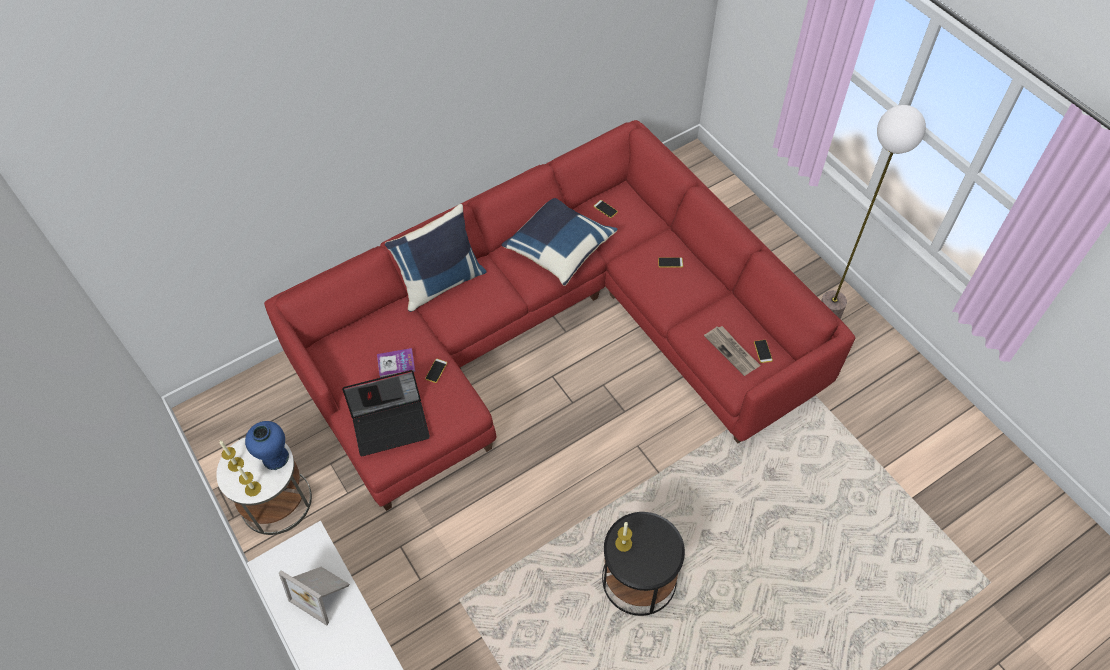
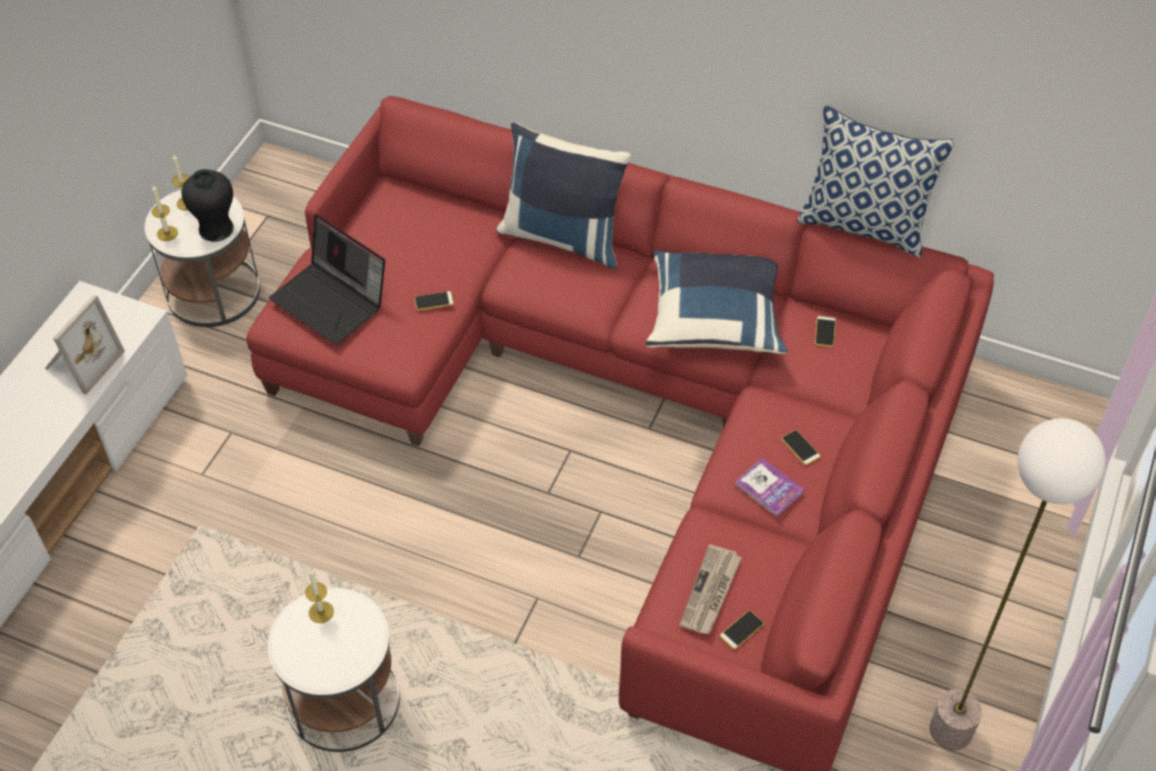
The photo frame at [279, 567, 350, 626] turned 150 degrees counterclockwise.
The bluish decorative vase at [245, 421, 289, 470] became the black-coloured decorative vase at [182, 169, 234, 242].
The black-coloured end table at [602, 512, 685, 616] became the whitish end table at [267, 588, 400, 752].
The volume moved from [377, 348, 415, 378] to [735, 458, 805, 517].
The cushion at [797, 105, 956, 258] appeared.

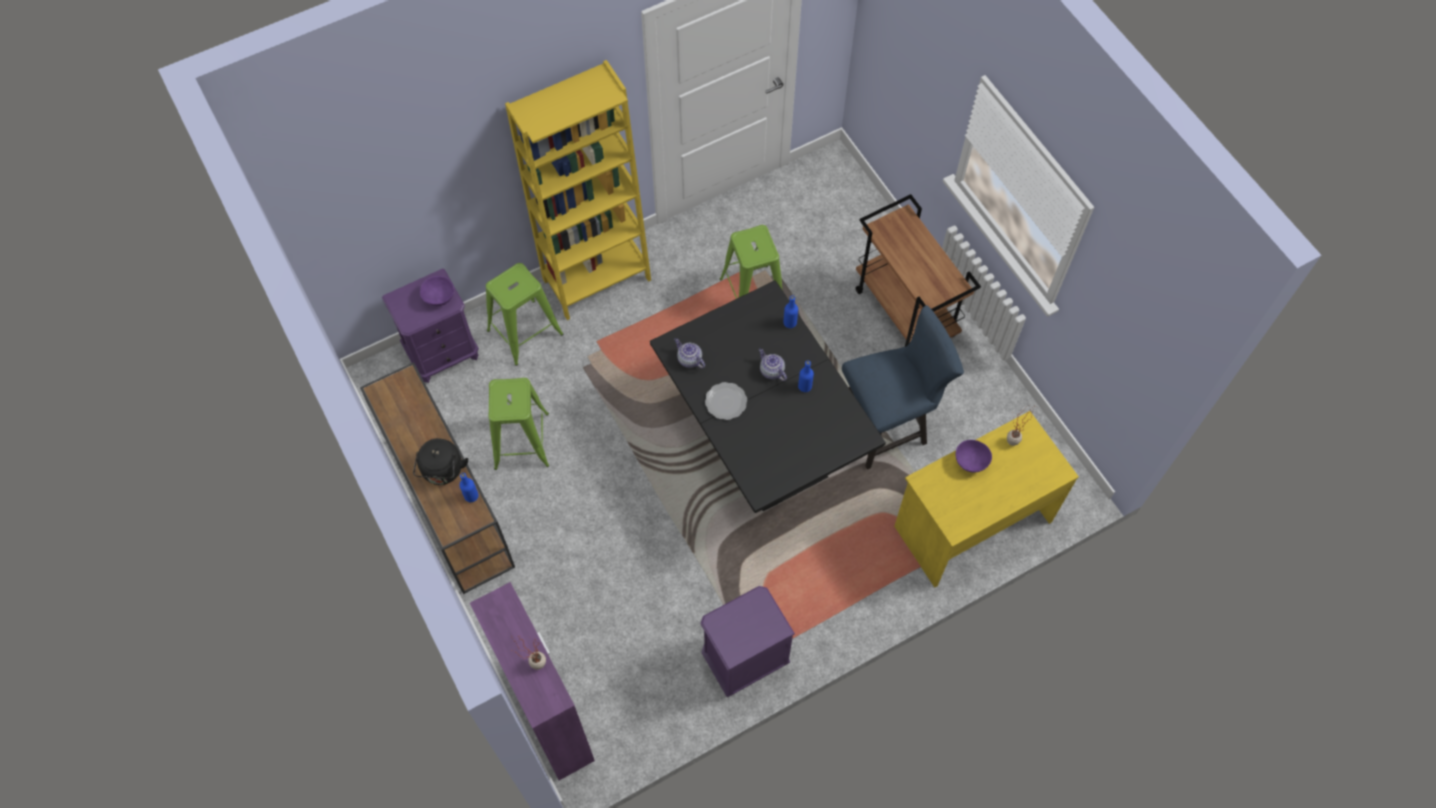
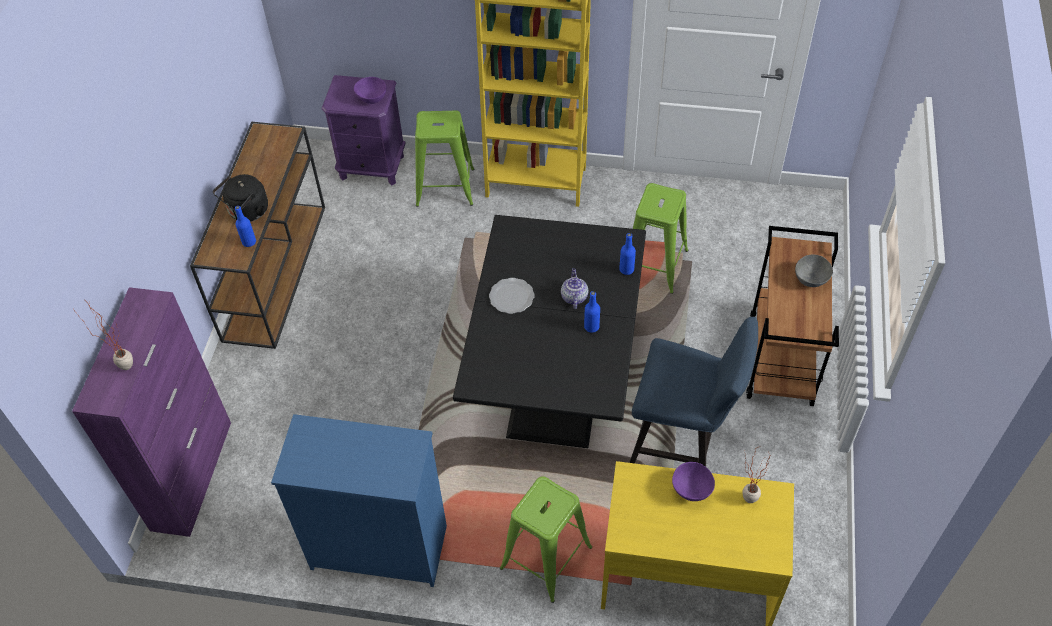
The purple bedside table at [700, 586, 795, 698] was replaced by the bluish drawer chest at [271, 414, 447, 587].
The green stool moved from [488, 378, 549, 470] to [500, 476, 592, 603].
The grey bowl at [795, 254, 833, 287] appeared.
The pot for tea at [674, 338, 705, 368] disappeared.

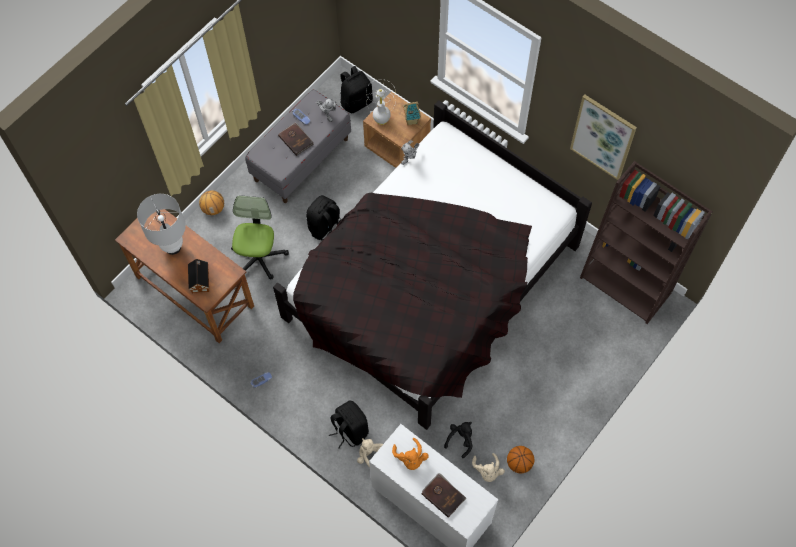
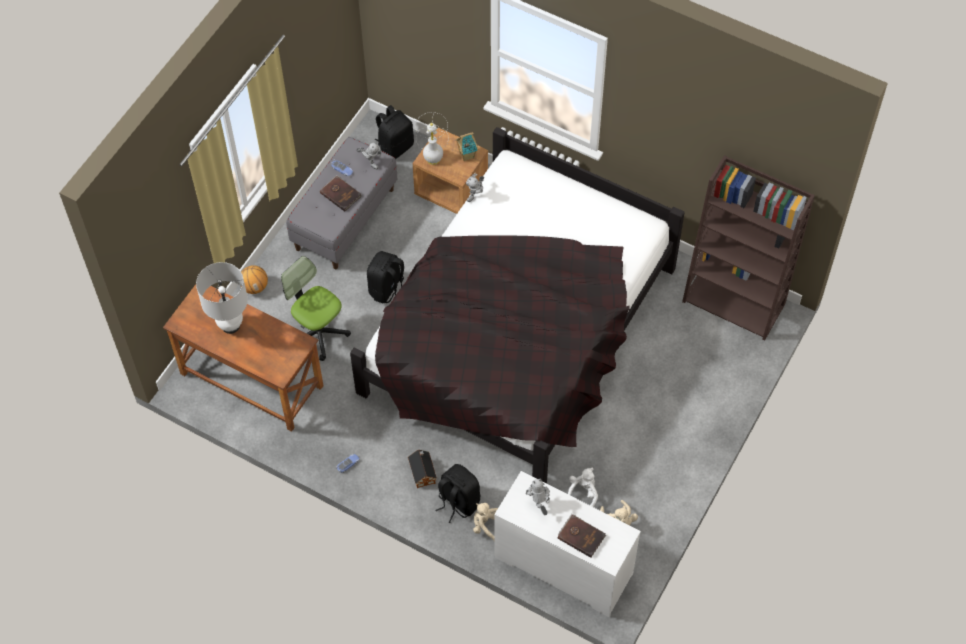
The computer chair at [231, 195, 289, 280] turned 45 degrees counterclockwise.
The model house moved from [188, 259, 209, 293] to [408, 450, 437, 488].
The orange-coloured plush toy at [392, 438, 429, 470] was replaced by the model robot at [526, 479, 550, 515].
The black-coloured plush toy at [444, 422, 473, 458] became the whitish plush toy at [568, 468, 598, 507].
The basketball at [507, 446, 534, 473] disappeared.
The wall art at [570, 94, 637, 180] disappeared.

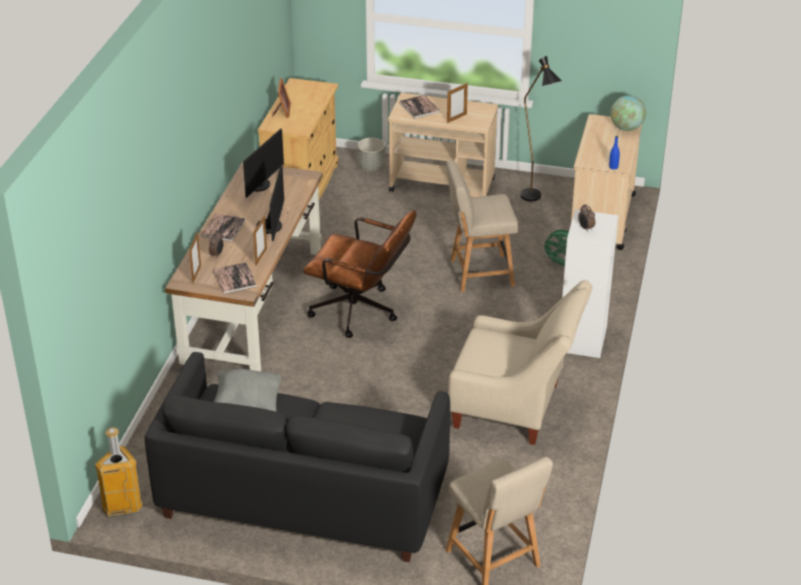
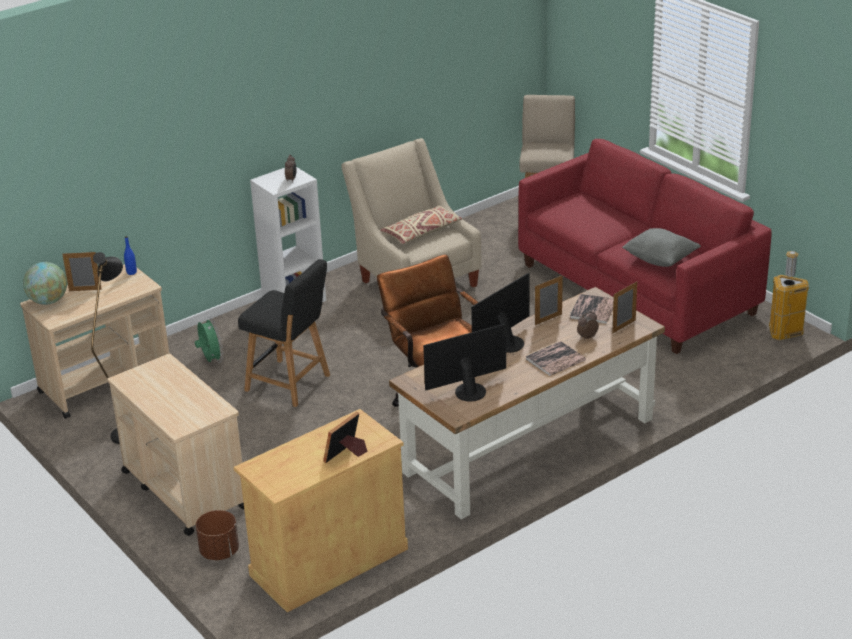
The photo frame moved from [447, 83, 468, 123] to [62, 252, 102, 291].
The grey plant pot at [358, 138, 385, 171] became the brown plant pot at [196, 510, 239, 560].
The beige upright chair at [446, 160, 518, 292] became the black-coloured upright chair at [238, 259, 330, 407].
The beige cushion at [380, 205, 463, 244] appeared.
The black-coloured sofa at [145, 352, 450, 562] became the reddish sofa at [518, 139, 772, 354].
The volume at [399, 95, 441, 119] disappeared.

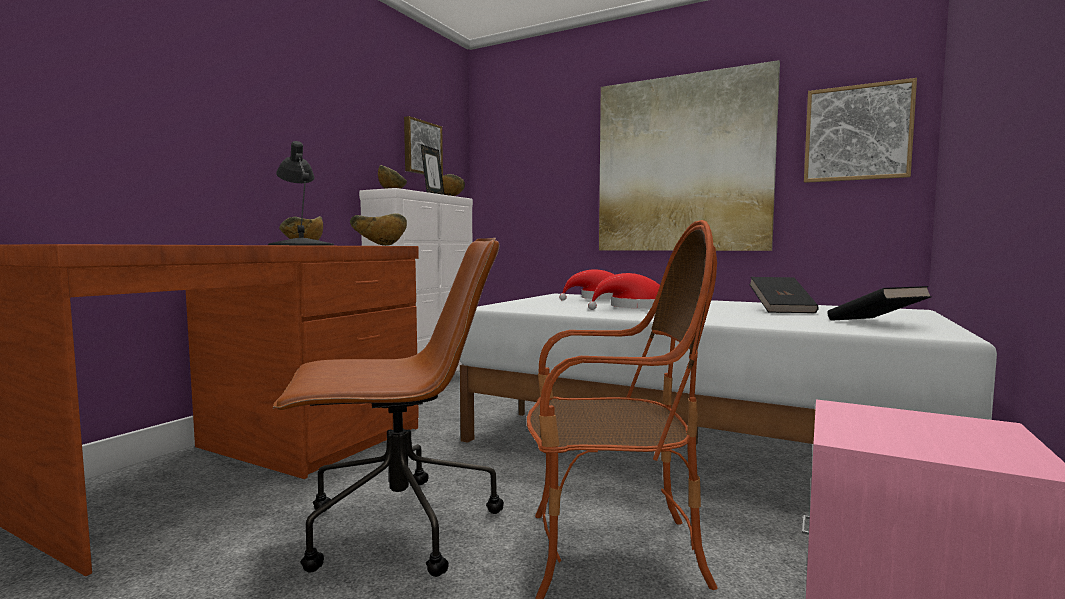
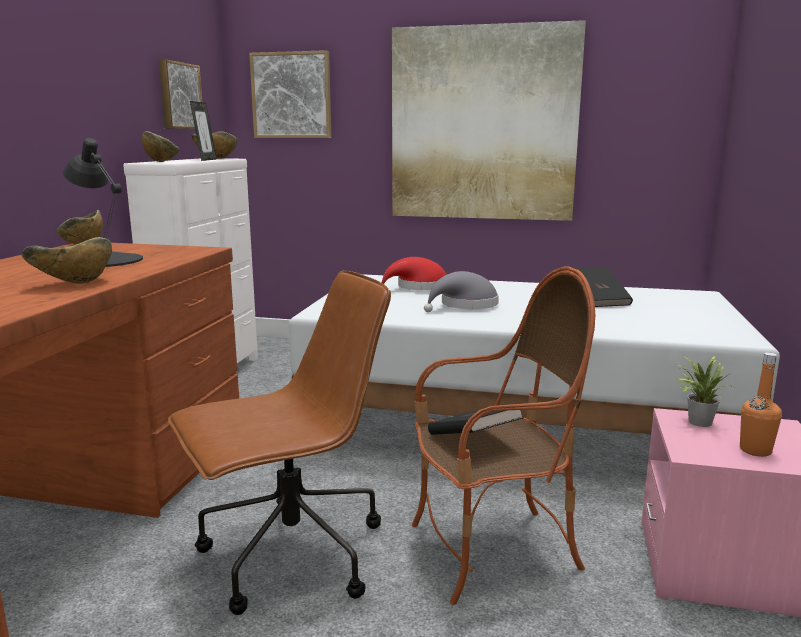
The bowl moved from [350, 213, 407, 246] to [21, 237, 112, 284].
The wall art moved from [804, 78, 917, 183] to [249, 50, 331, 138].
The reddish clothing hat at [588, 273, 660, 310] became the grey clothing hat at [424, 271, 499, 312].
The black-coloured volume moved from [828, 286, 932, 321] to [428, 410, 524, 435].
The houseplant at [674, 355, 733, 427] appeared.
The orange-coloured drink bottle at [740, 352, 782, 457] appeared.

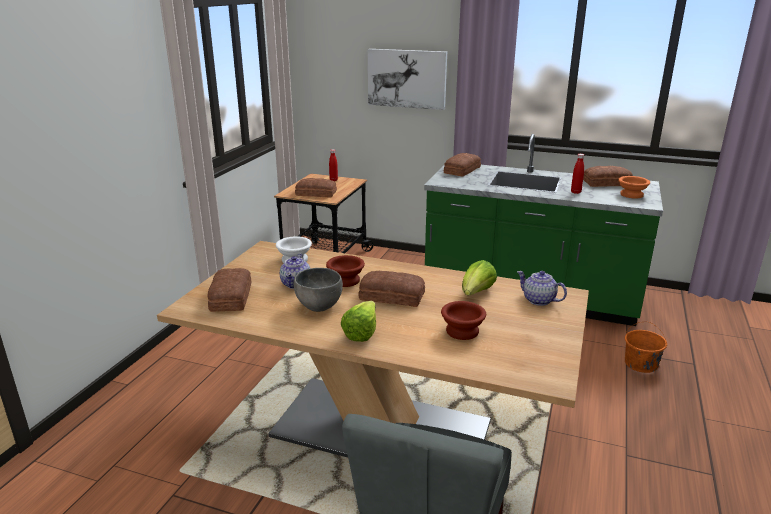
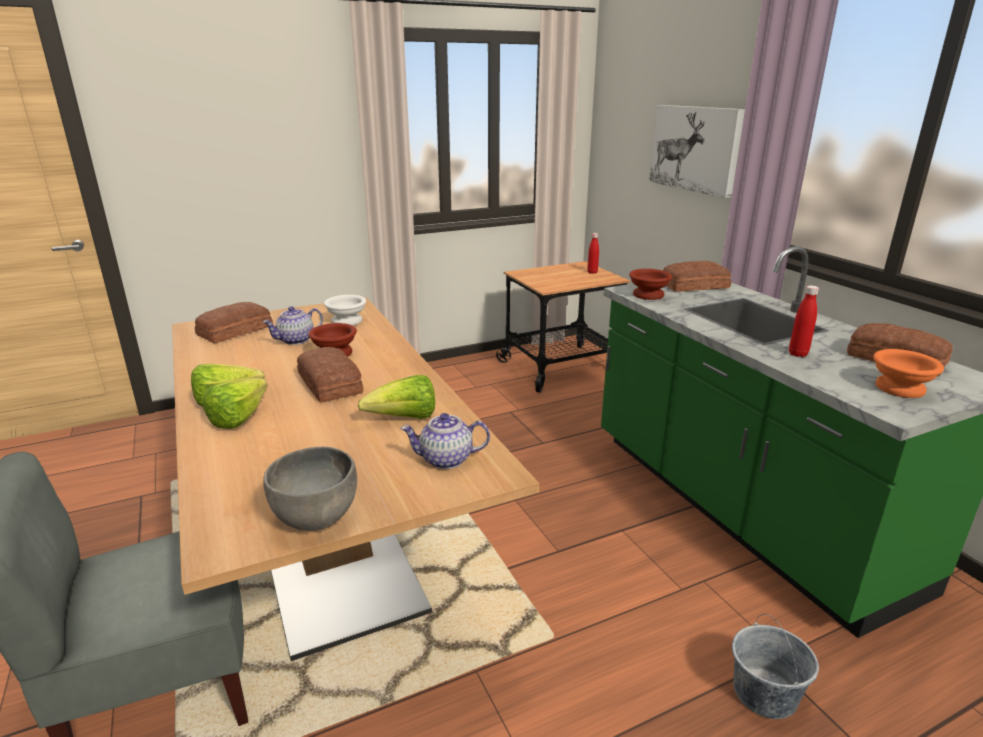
The lettuce head at [203, 378, 267, 429] appeared.
The grey bowl moved from [293, 268, 343, 312] to [263, 447, 357, 531].
The pot for tea at [517, 271, 567, 306] turned 90 degrees counterclockwise.
The brown bowl moved from [441, 301, 486, 340] to [629, 269, 672, 300].
The orange-coloured pail at [625, 322, 667, 373] became the grey pail at [732, 614, 819, 719].
The bread at [295, 178, 337, 197] disappeared.

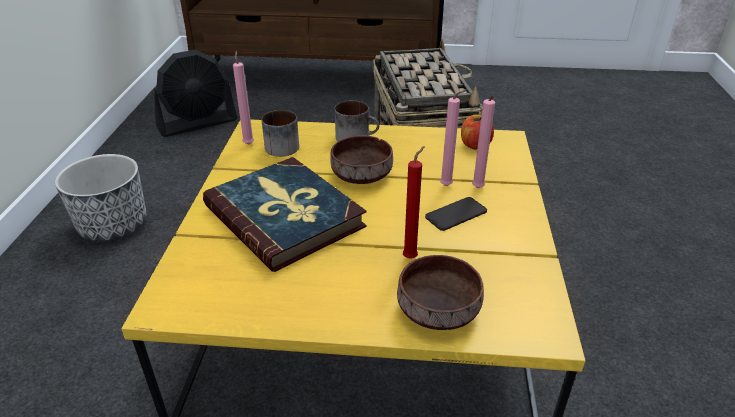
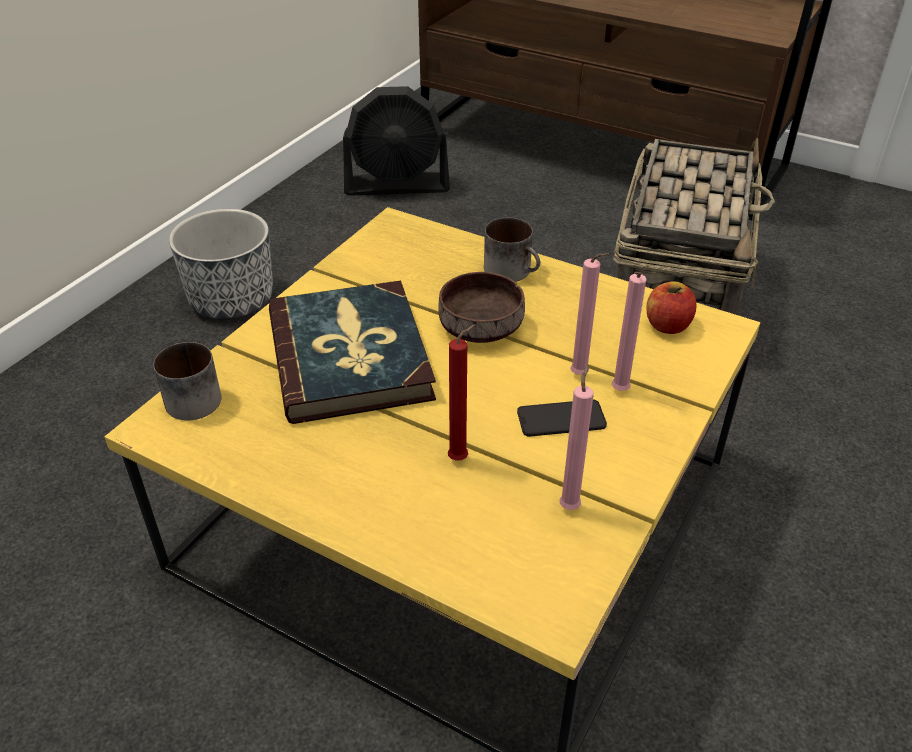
The coffee mug moved from [262, 110, 299, 157] to [153, 342, 221, 420].
The pink wax candle moved from [233, 51, 254, 145] to [559, 364, 594, 510].
The brown bowl at [397, 255, 484, 330] disappeared.

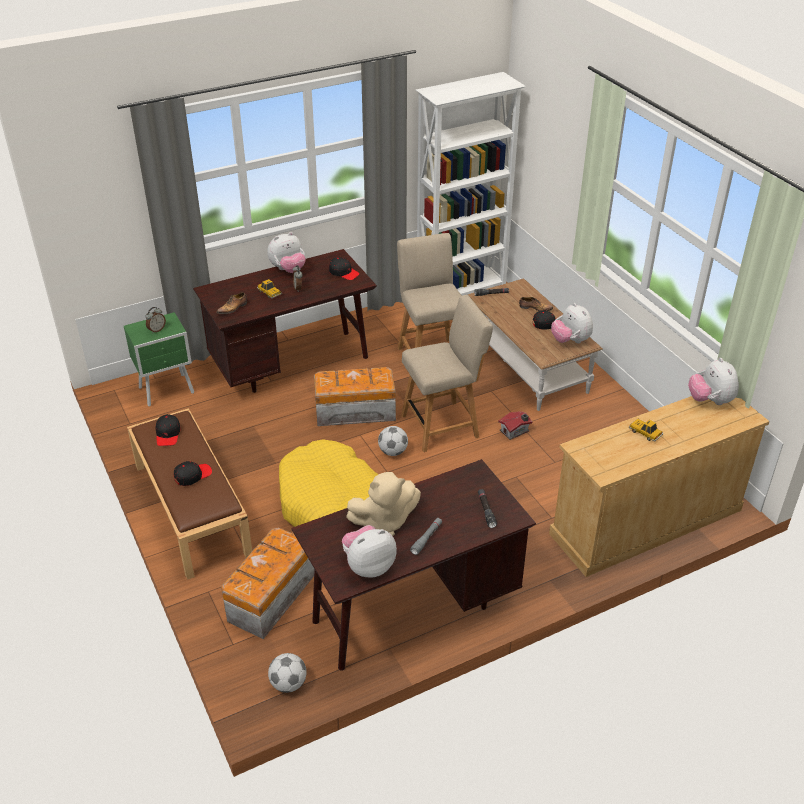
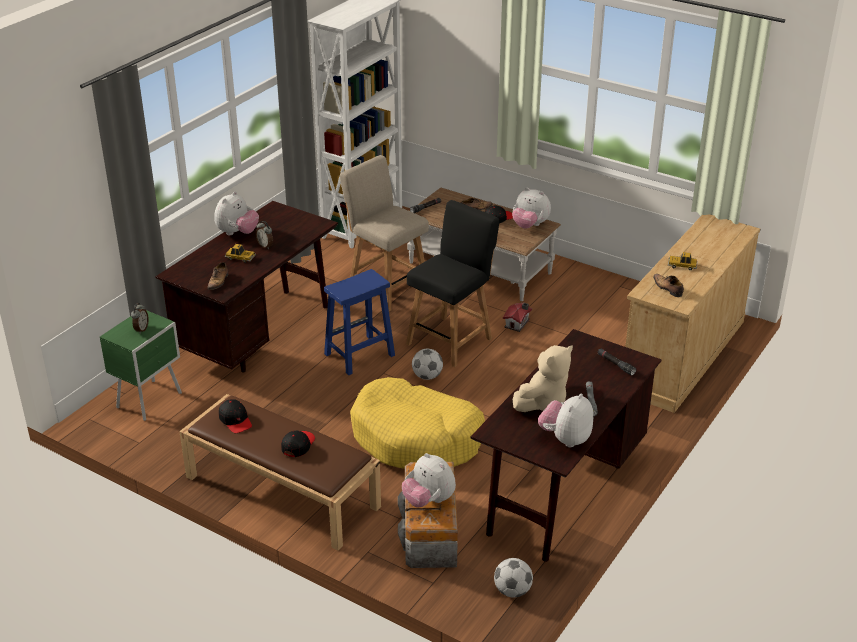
The storage box at [314, 367, 396, 426] was replaced by the bluish stool at [324, 269, 395, 375].
The plush toy moved from [688, 358, 739, 405] to [402, 453, 456, 507].
The beige upright chair at [401, 295, 493, 452] became the black-coloured upright chair at [406, 200, 499, 367].
The item of footwear at [653, 274, 684, 297] appeared.
The black-coloured baseball cap at [329, 257, 360, 280] disappeared.

